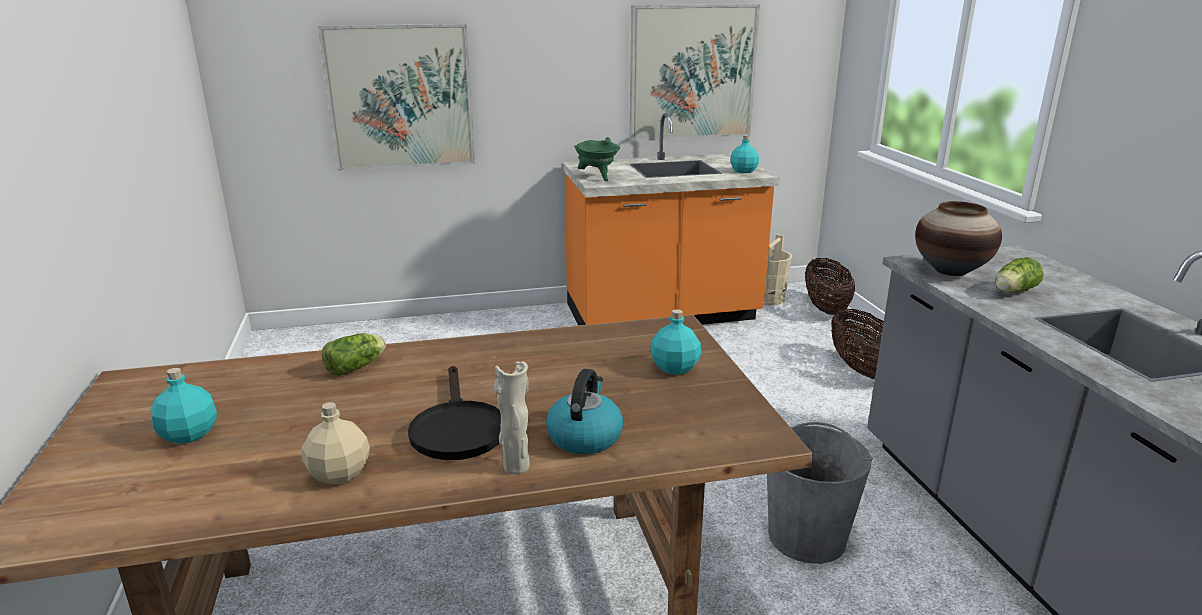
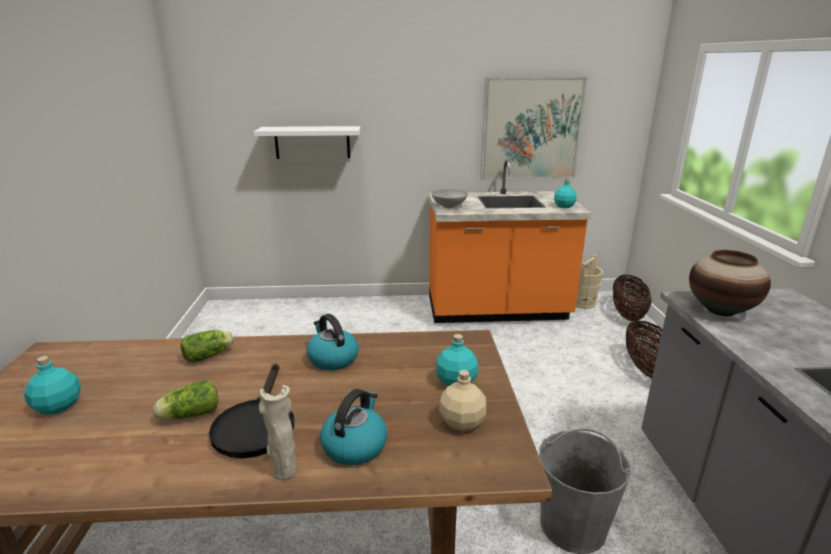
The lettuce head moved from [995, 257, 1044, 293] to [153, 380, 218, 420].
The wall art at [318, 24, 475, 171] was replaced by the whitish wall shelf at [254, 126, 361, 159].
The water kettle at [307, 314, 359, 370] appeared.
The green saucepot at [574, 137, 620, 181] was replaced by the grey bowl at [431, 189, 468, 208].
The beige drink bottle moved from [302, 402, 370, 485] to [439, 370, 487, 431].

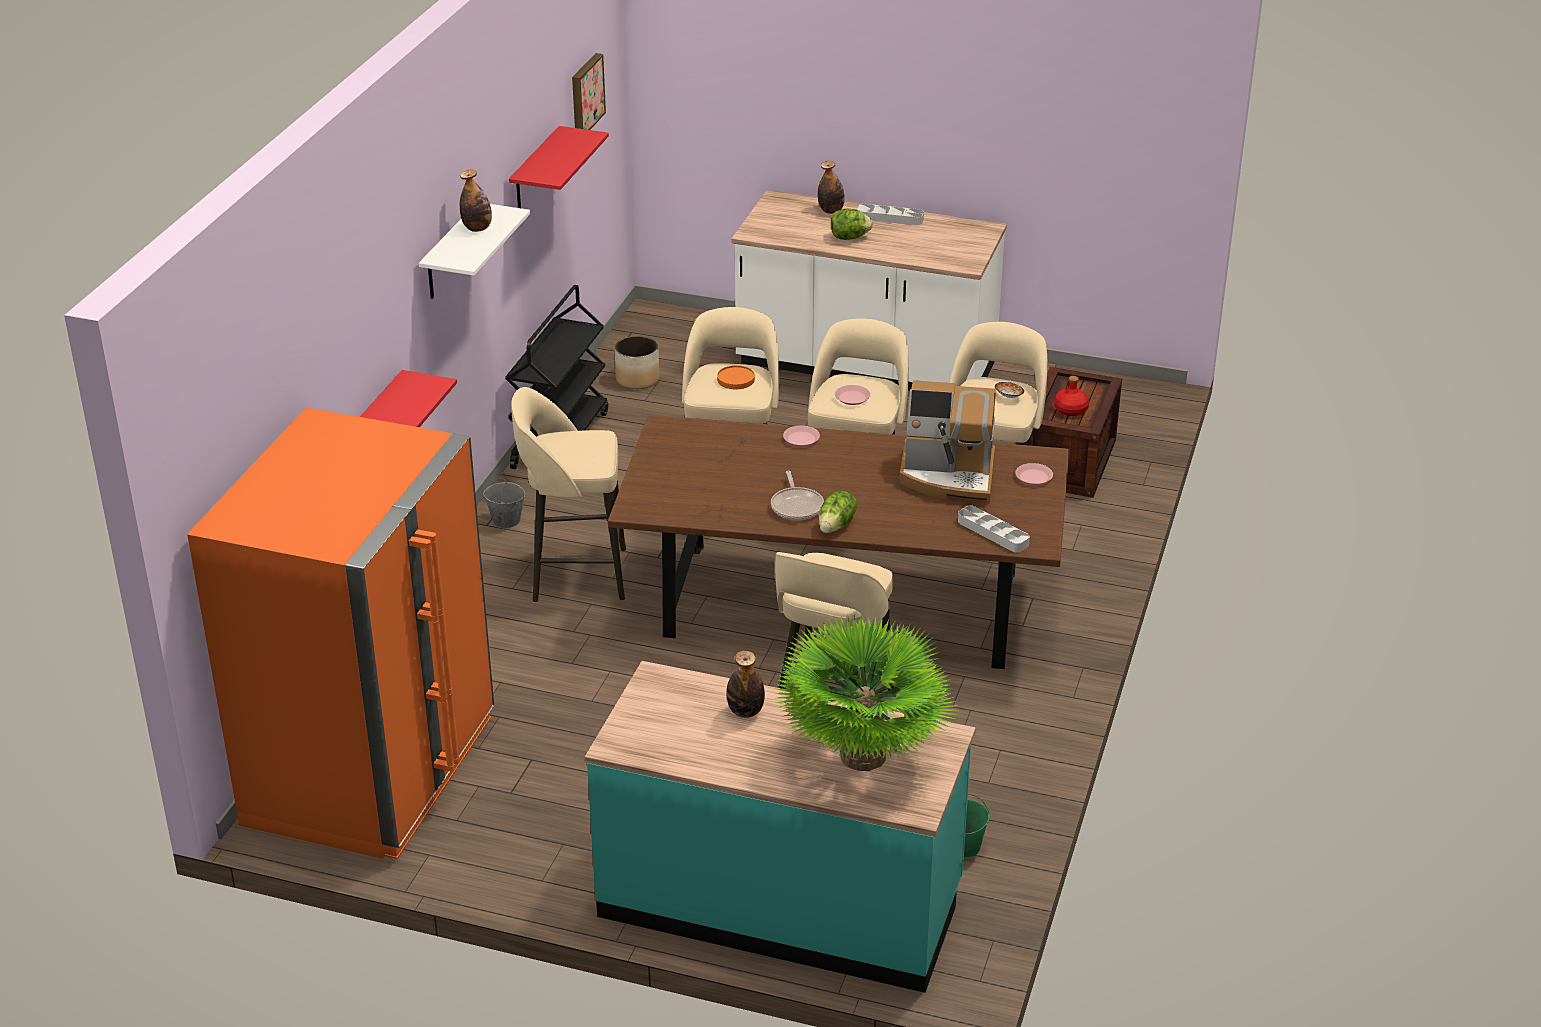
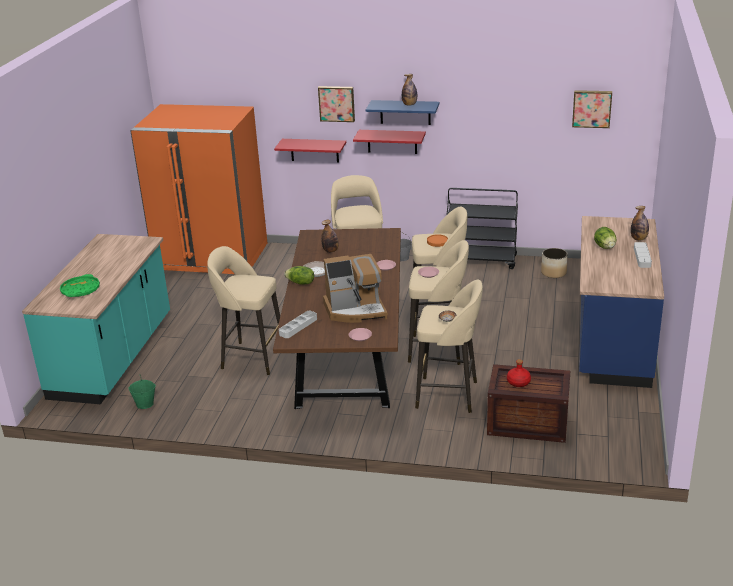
The houseplant at [774, 614, 957, 771] was replaced by the green serving tray at [60, 274, 100, 297].
The wall art at [318, 86, 355, 122] appeared.
The drink bottle moved from [726, 651, 765, 718] to [321, 220, 339, 253].
The coffee maker at [900, 380, 996, 504] turned 105 degrees counterclockwise.
The reddish wall shelf moved from [509, 126, 609, 208] to [353, 130, 426, 154].
The whitish wall shelf at [419, 204, 530, 299] became the bluish wall shelf at [366, 100, 439, 125].
The whitish kitchen base unit at [731, 190, 1007, 390] became the bluish kitchen base unit at [579, 216, 664, 388].

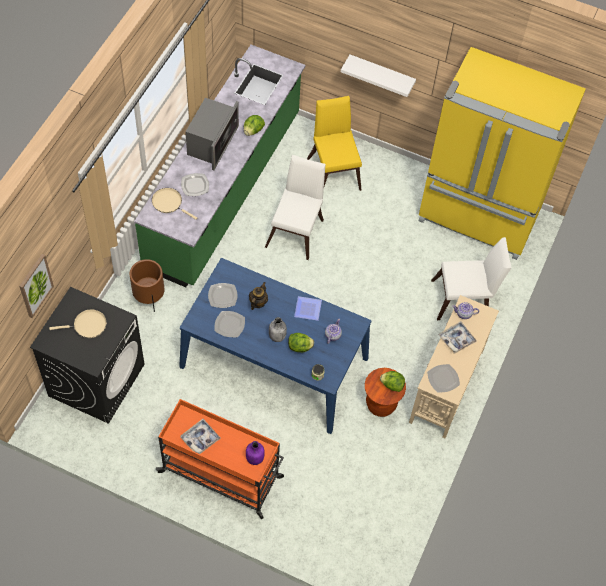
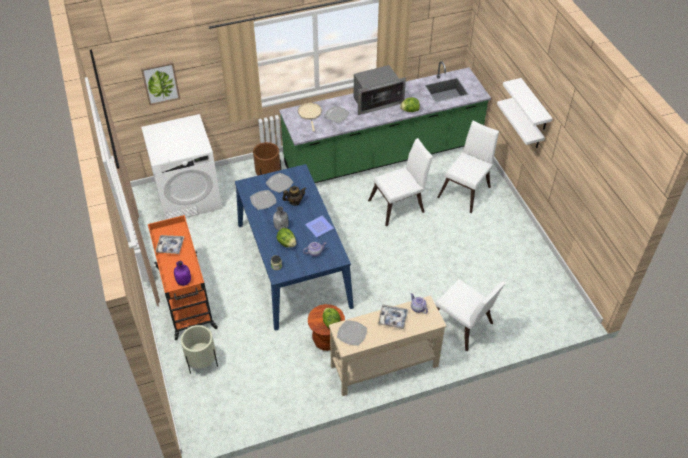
The black-coloured washing machine at [30, 287, 145, 424] became the whitish washing machine at [141, 114, 222, 220].
The beige plant pot at [181, 325, 218, 374] appeared.
The yellow upright chair at [307, 96, 362, 191] became the whitish upright chair at [437, 121, 499, 213].
The whitish wall shelf at [503, 78, 553, 130] appeared.
The beige pan at [49, 309, 107, 338] disappeared.
The yellow refrigerator at [418, 47, 586, 260] disappeared.

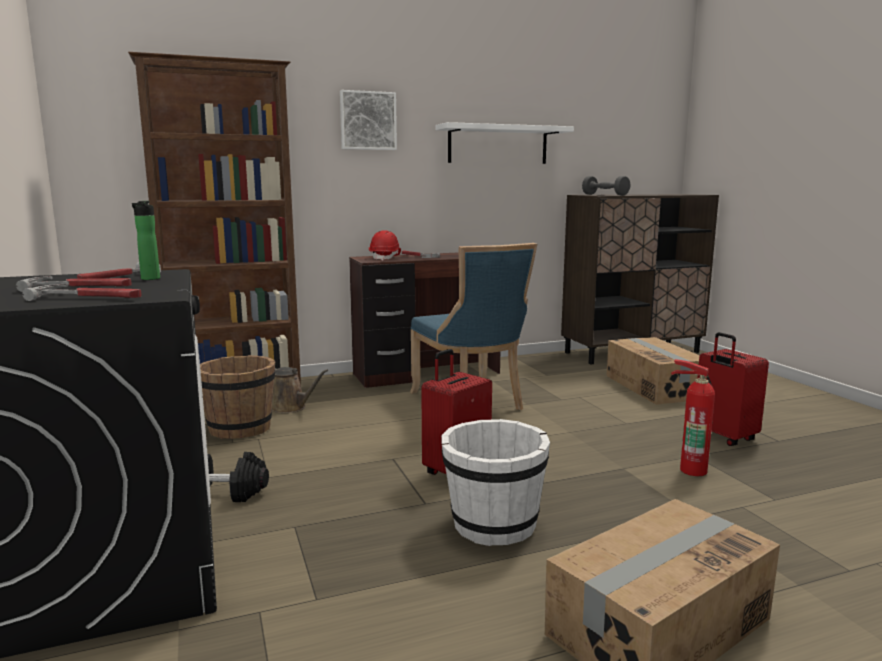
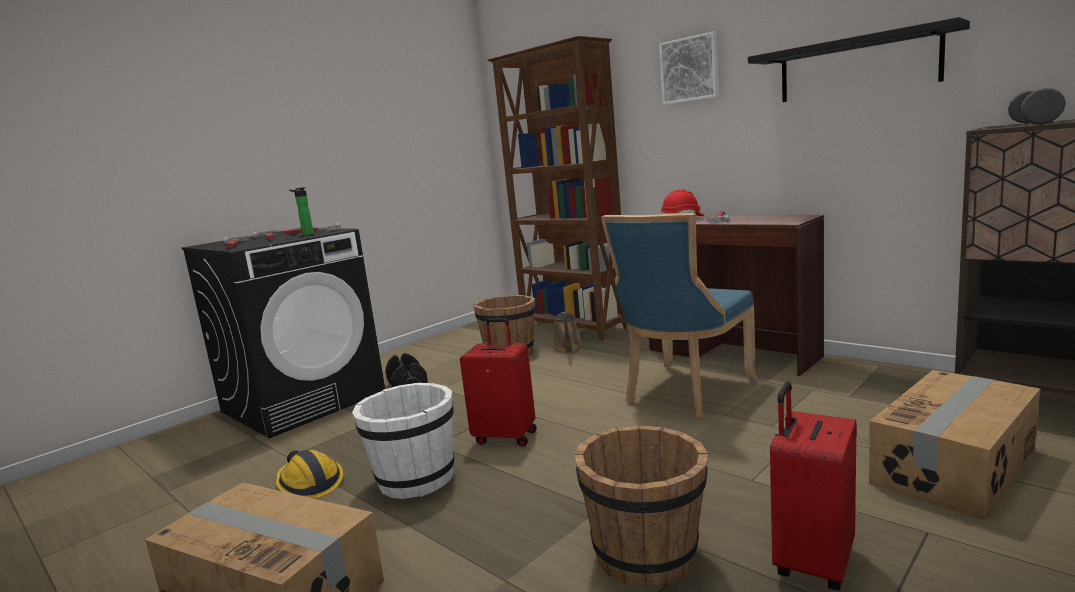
The safety helmet at [276, 450, 343, 499] appeared.
The fire-fighting cylinder at [671, 359, 715, 476] was replaced by the brown pail at [574, 425, 708, 587].
The whitish wall shelf at [435, 122, 574, 164] became the black-coloured wall shelf at [748, 17, 970, 102].

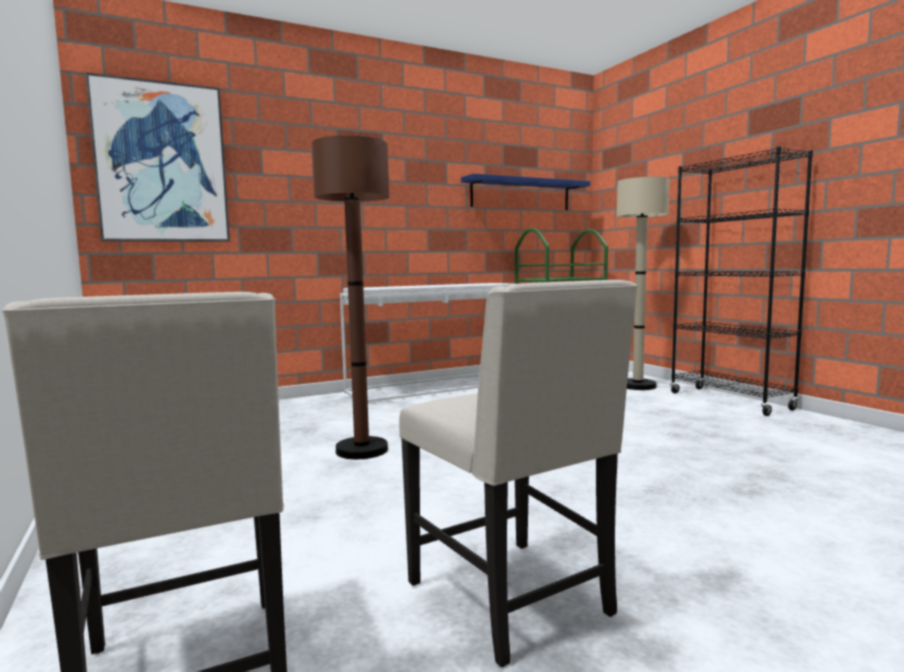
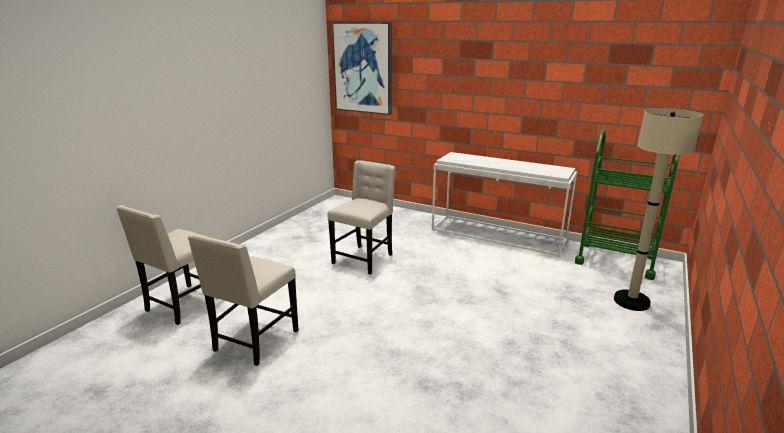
The brown standard lamp at [312, 136, 389, 459] was replaced by the beige upright chair at [328, 160, 395, 275].
The bluish wall shelf at [461, 174, 590, 210] disappeared.
The black-coloured shelving unit at [670, 146, 813, 416] disappeared.

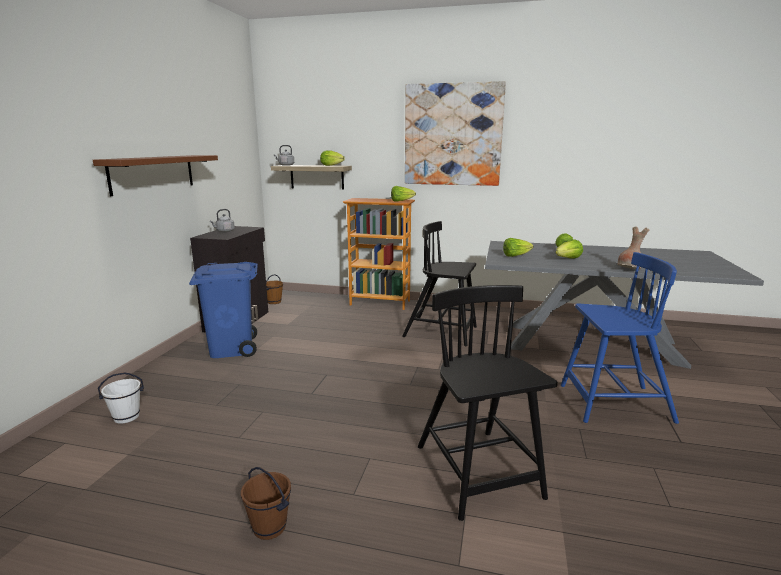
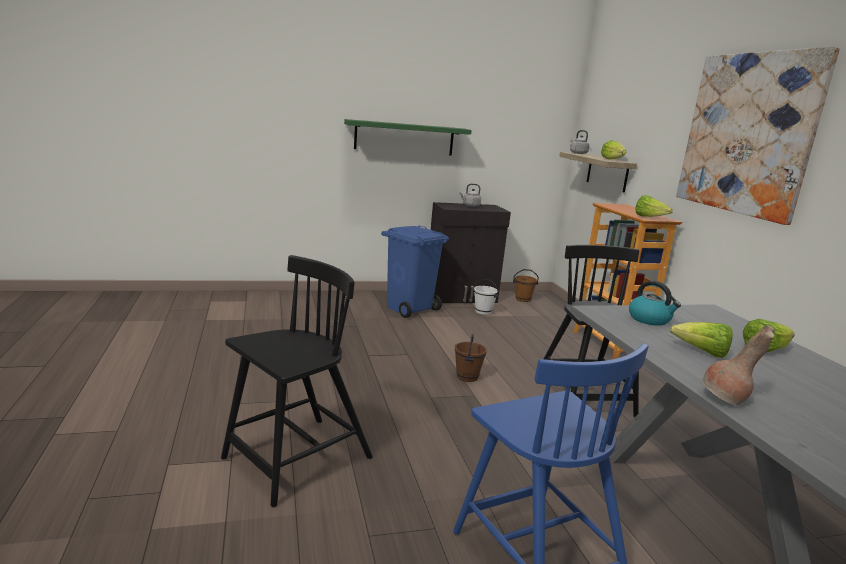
The brown wall shelf at [93, 155, 218, 196] became the green wall shelf at [344, 119, 472, 156].
The brown pail moved from [241, 467, 291, 540] to [455, 334, 487, 382].
The whitish pail moved from [98, 373, 144, 424] to [473, 279, 499, 315].
The lettuce head at [503, 238, 534, 257] was replaced by the water kettle at [629, 281, 681, 326].

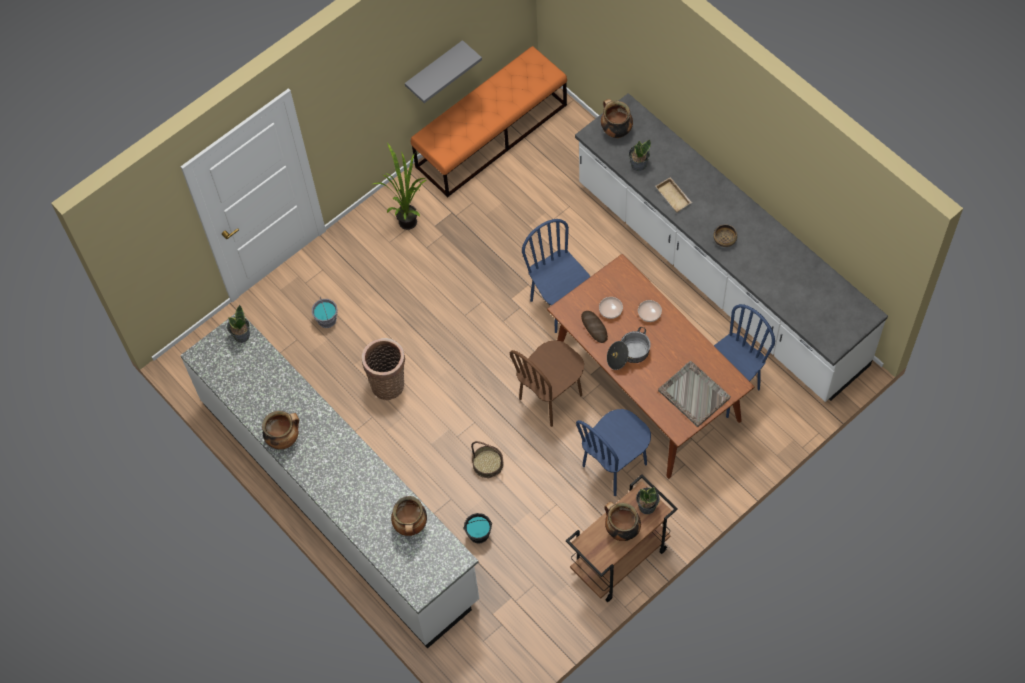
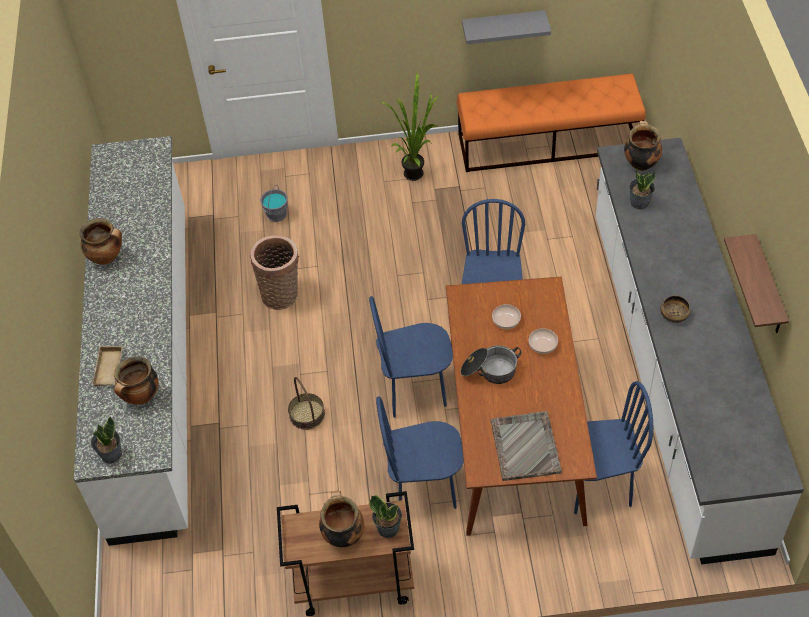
The houseplant moved from [227, 304, 250, 343] to [91, 416, 122, 464].
The beige serving tray moved from [655, 177, 692, 213] to [92, 346, 123, 386].
The brown upright chair at [510, 340, 584, 427] became the bluish upright chair at [369, 296, 453, 418].
The wall shelf at [724, 234, 789, 333] appeared.
The black-coloured pail at [463, 513, 492, 544] disappeared.
The bread at [581, 311, 608, 343] disappeared.

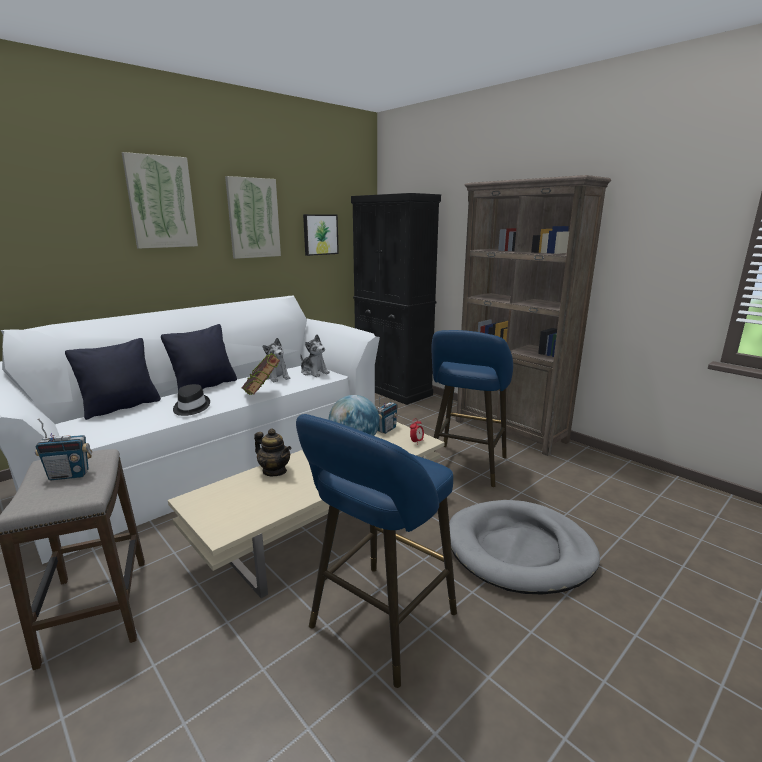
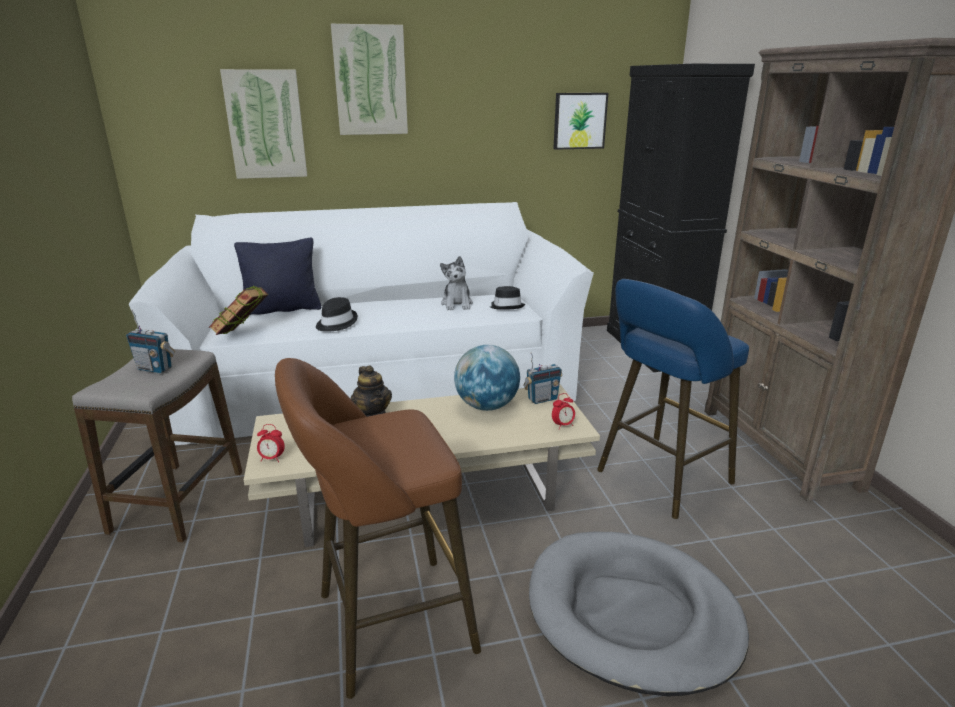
The volume moved from [242, 353, 280, 395] to [209, 286, 268, 335].
The wall art moved from [225, 176, 281, 259] to [220, 69, 307, 179].
The table clock at [257, 424, 285, 462] appeared.
The bluish stool at [296, 414, 457, 688] became the brown stool at [275, 358, 481, 699].
The plush toy at [300, 334, 330, 377] was replaced by the black-coloured clothing hat at [489, 286, 525, 310].
The black-coloured cushion at [161, 324, 237, 390] disappeared.

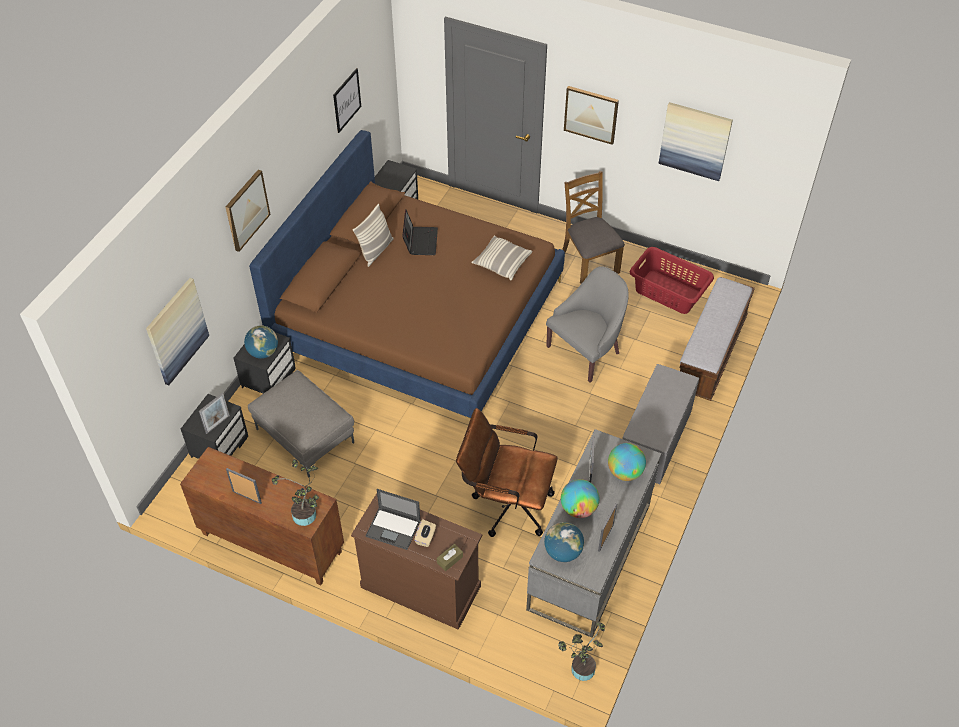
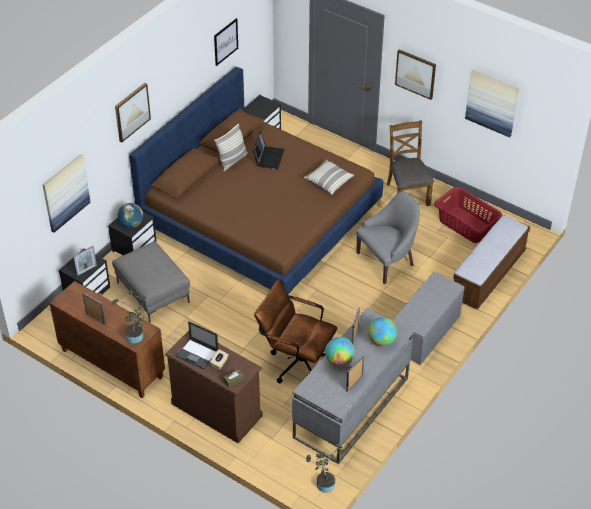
The desk globe at [544, 522, 584, 562] disappeared.

